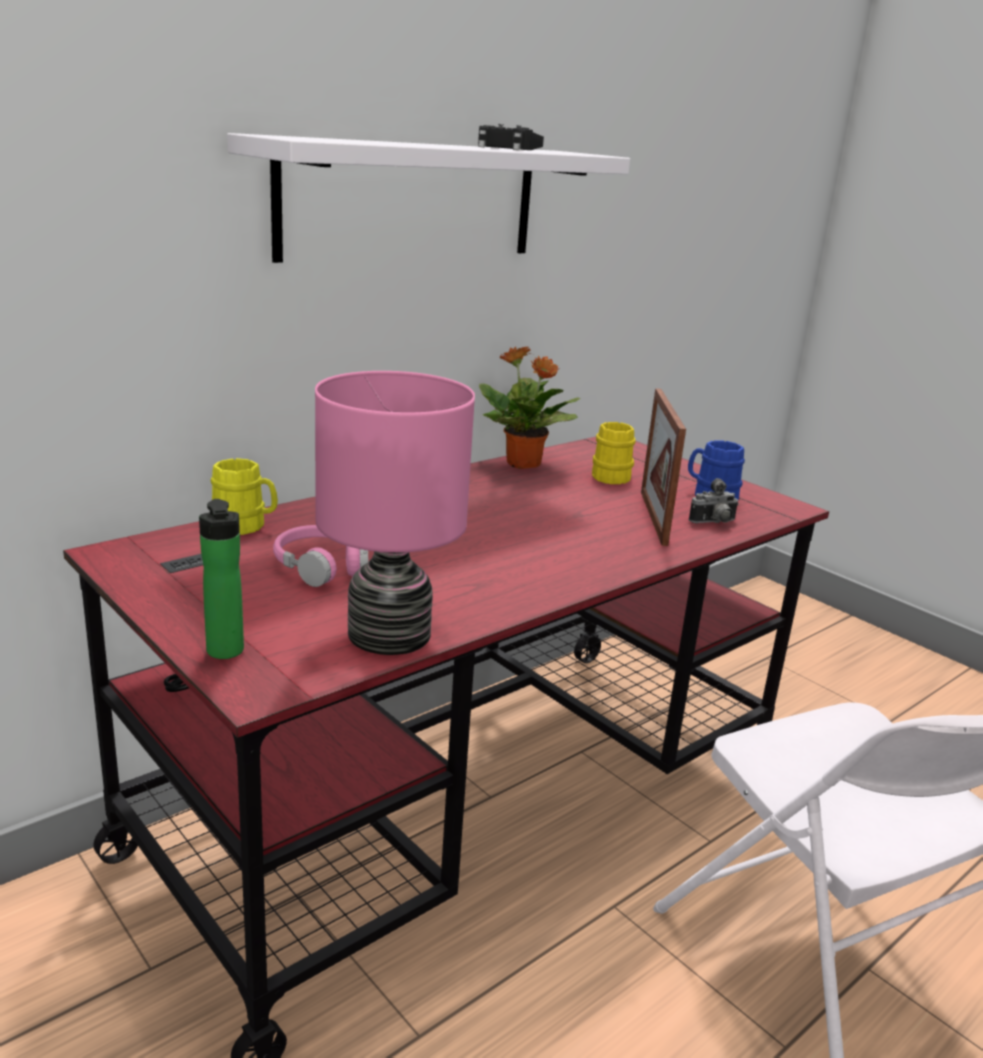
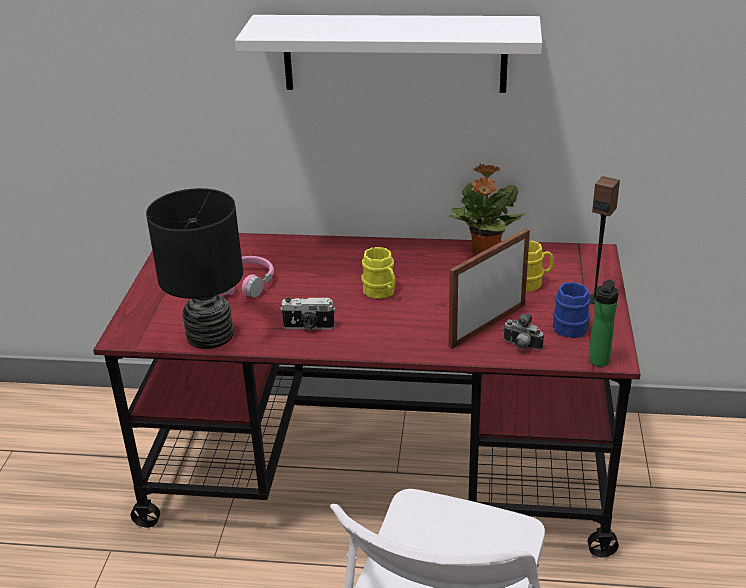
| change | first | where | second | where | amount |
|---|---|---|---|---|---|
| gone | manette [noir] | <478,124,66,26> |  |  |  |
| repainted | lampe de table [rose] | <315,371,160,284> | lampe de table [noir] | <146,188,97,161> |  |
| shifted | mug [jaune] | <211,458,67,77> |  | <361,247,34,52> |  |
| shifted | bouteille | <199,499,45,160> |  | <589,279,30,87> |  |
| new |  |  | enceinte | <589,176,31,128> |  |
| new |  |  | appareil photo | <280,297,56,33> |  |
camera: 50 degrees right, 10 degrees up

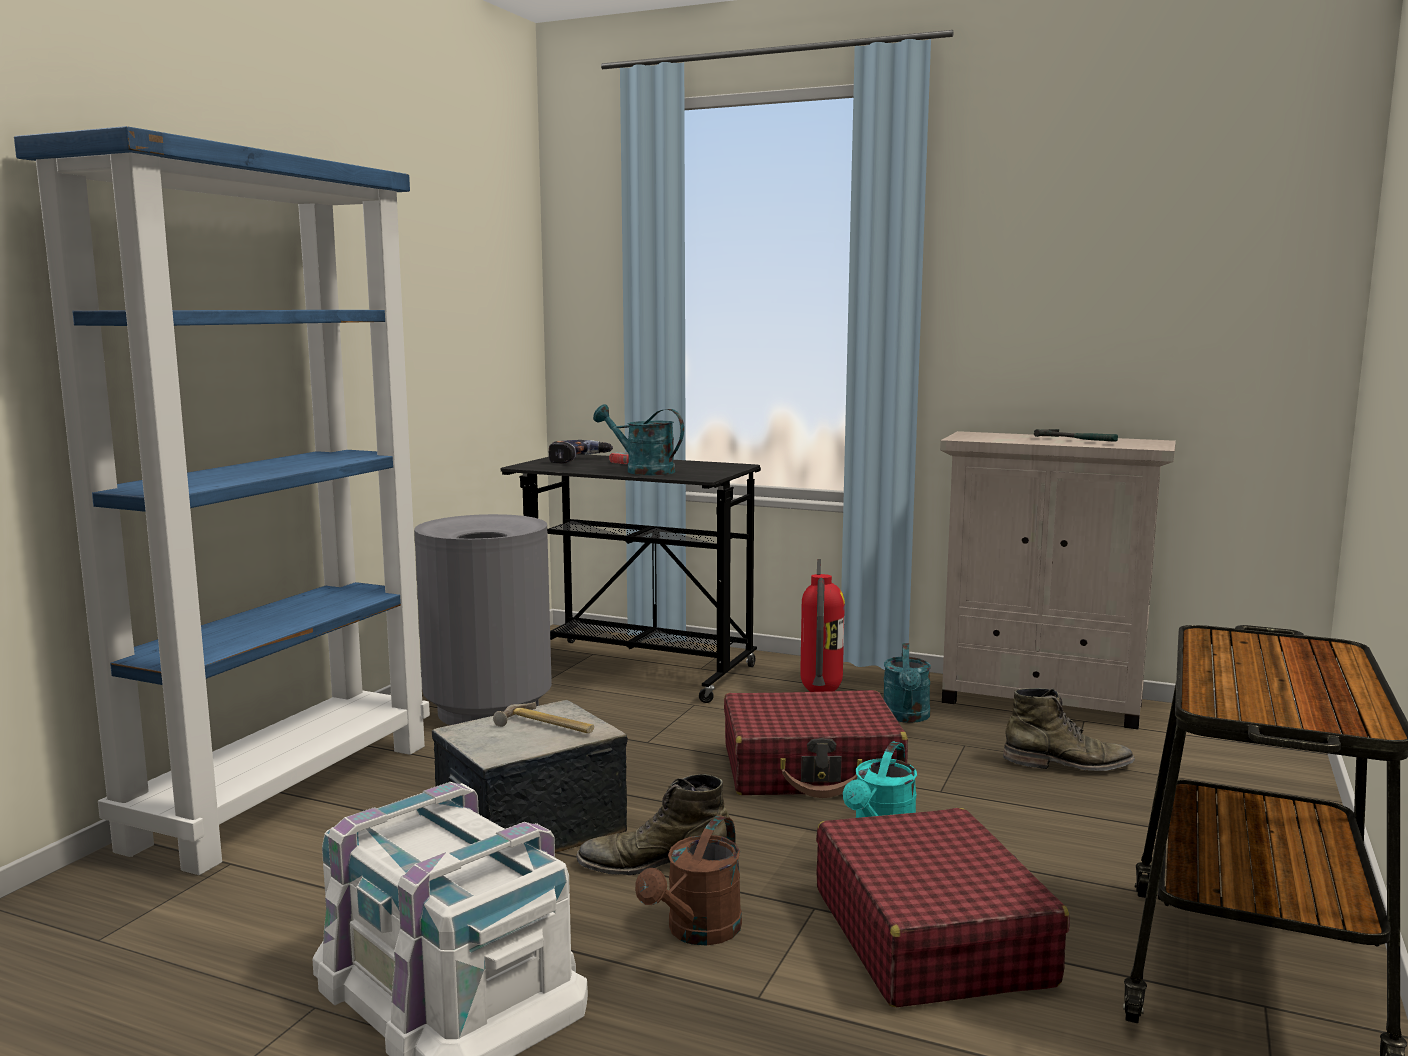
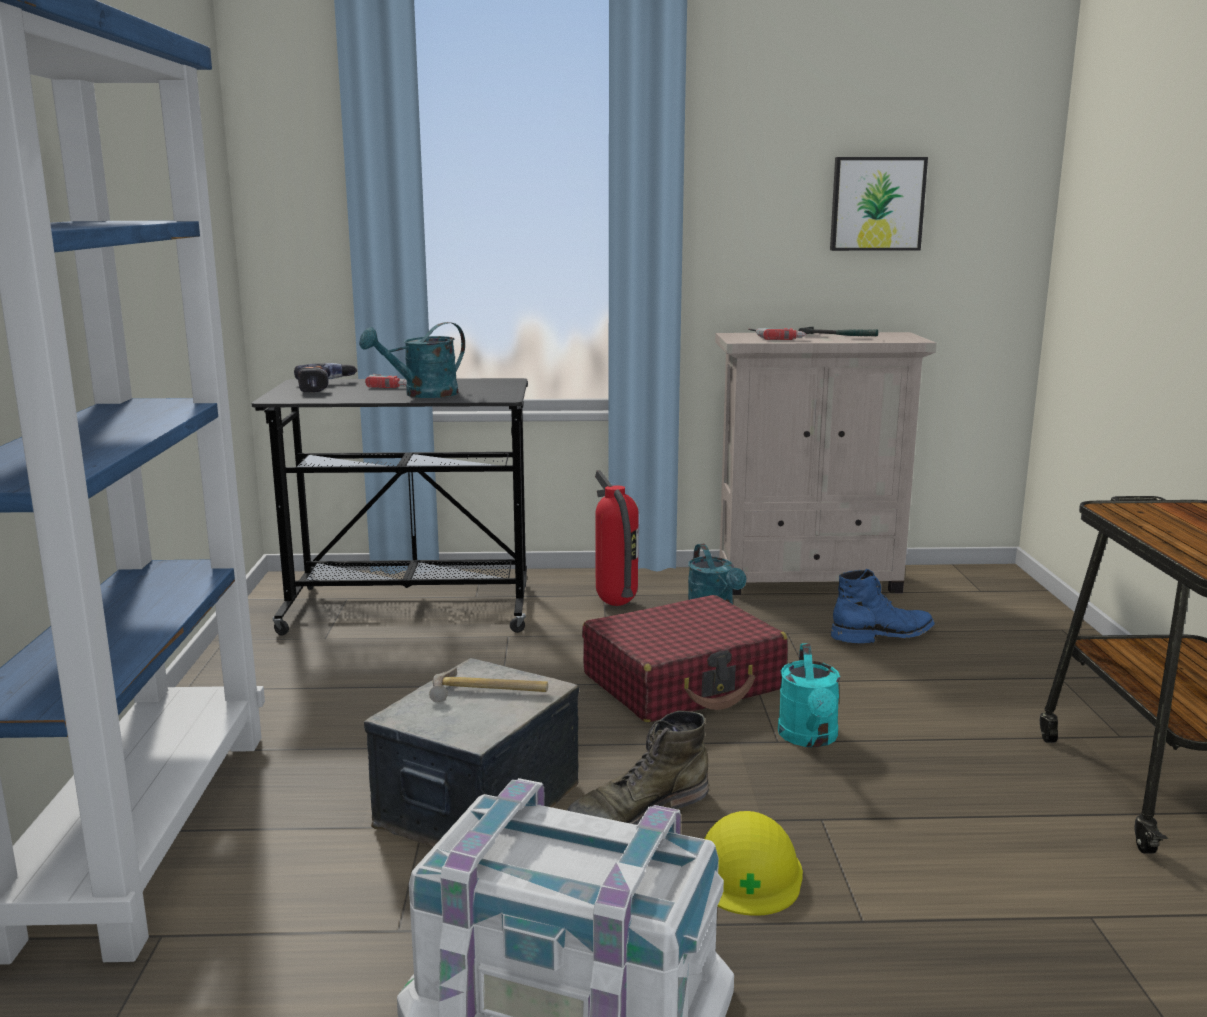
| change | first | where | second | where | amount |
|---|---|---|---|---|---|
| rotated | arrosoir [turquoise] | <593,404,91,71> |  | <359,322,106,76> | 45 degrees counterclockwise |
| gone | poubelle [gris] | <414,514,138,211> |  |  |  |
| repainted | botte [vert] | <1003,688,132,83> | botte [bleu] | <831,569,104,74> |  |
| gone | valise [rouge] | <816,808,254,199> |  |  |  |
| swapped | arrosoir [marron] | <635,815,107,130> | casque de chantier [jaune] | <704,811,99,105> |  |
| new |  |  | tableau | <830,157,98,94> |  |
| new |  |  | perceuse | <748,328,58,12> |  |
camera: 25 degrees left, 5 degrees up

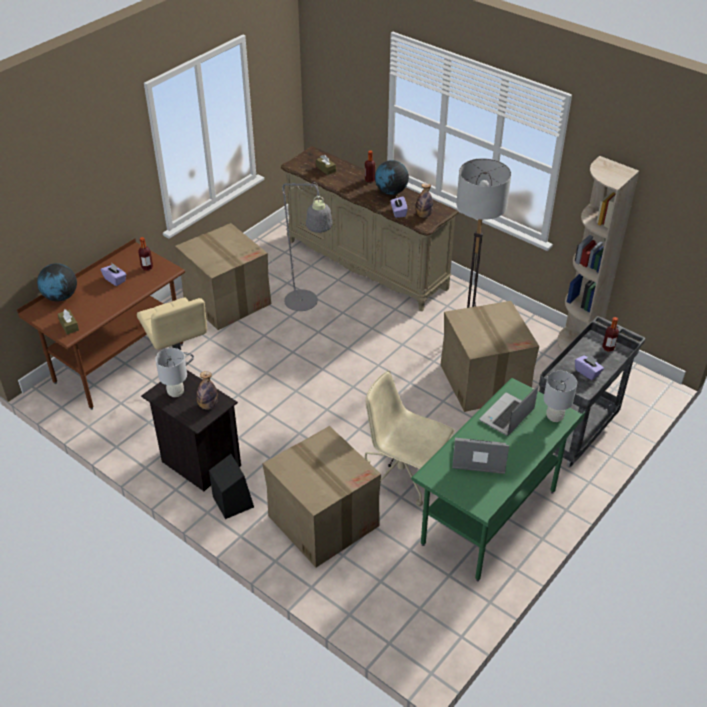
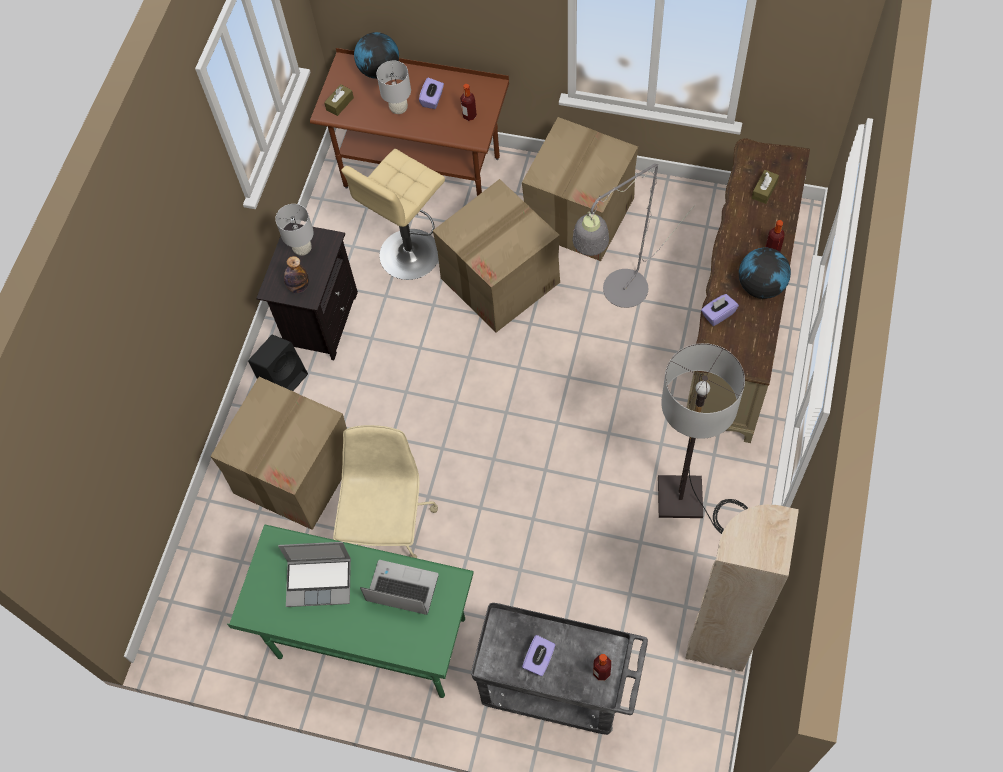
| change | first | where | second | where | amount |
|---|---|---|---|---|---|
| gone | bouteille | <415,183,18,34> |  |  |  |
| shifted | carton | <440,301,99,111> |  | <433,179,127,153> |  |
| shifted | lampe de table [gris] | <543,371,34,51> |  | <377,61,34,53> |  |
| rotated | ordinateur portable | <452,438,57,36> |  | <278,542,73,65> | 105 degrees clockwise |
camera: 70 degrees right, 20 degrees up

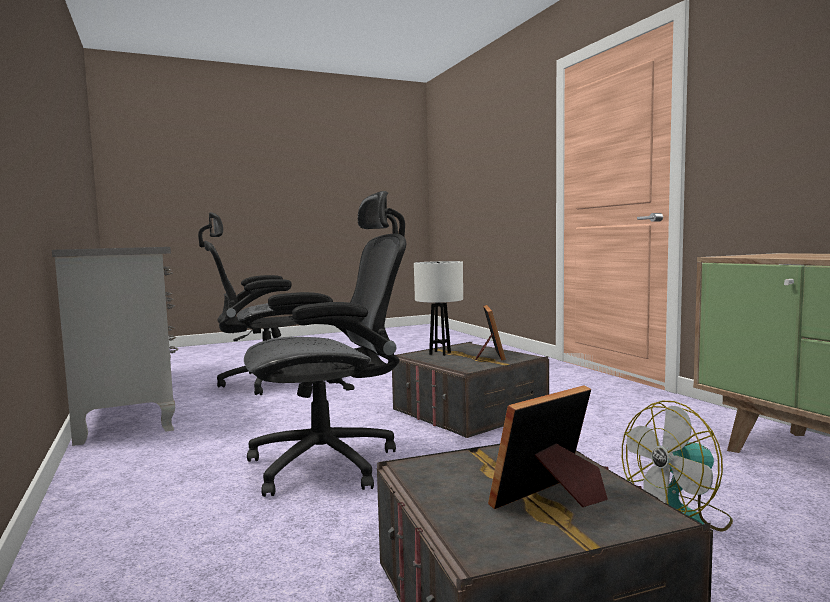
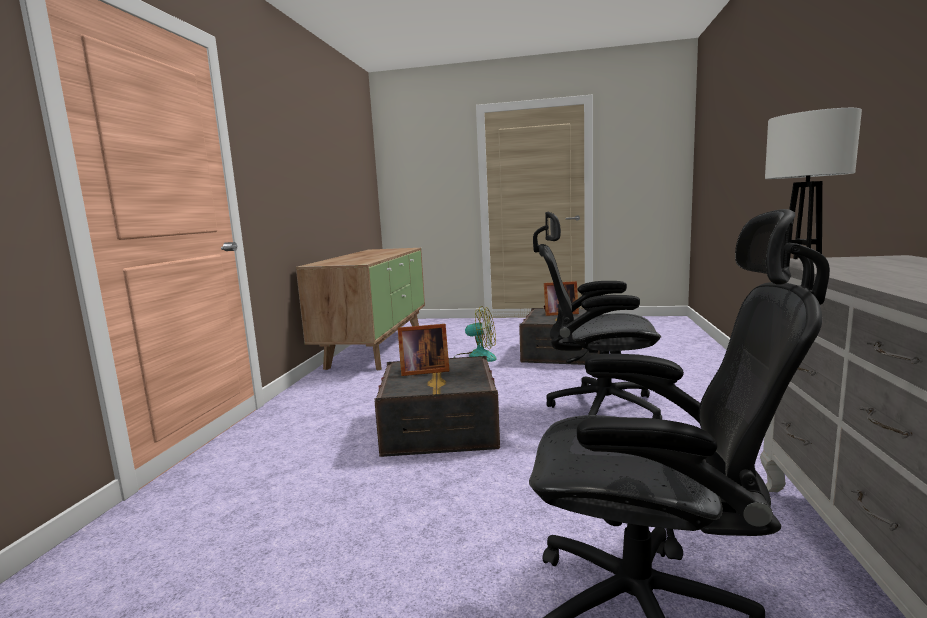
| change | first | where | second | where | amount |
|---|---|---|---|---|---|
| shifted | lampe de table [blanc] | <414,261,49,95> |  | <765,108,97,151> |  |
| rotated | cadre photo | <475,305,31,55> |  | <398,324,52,52> | 135 degrees counterclockwise |
camera: 145 degrees left, 5 degrees up

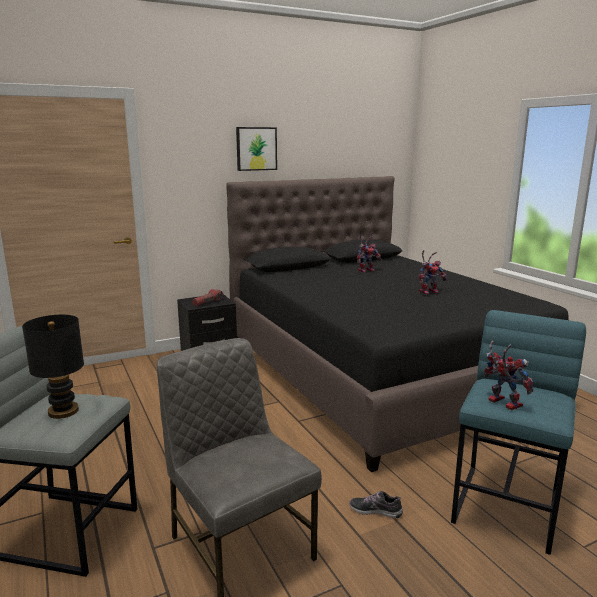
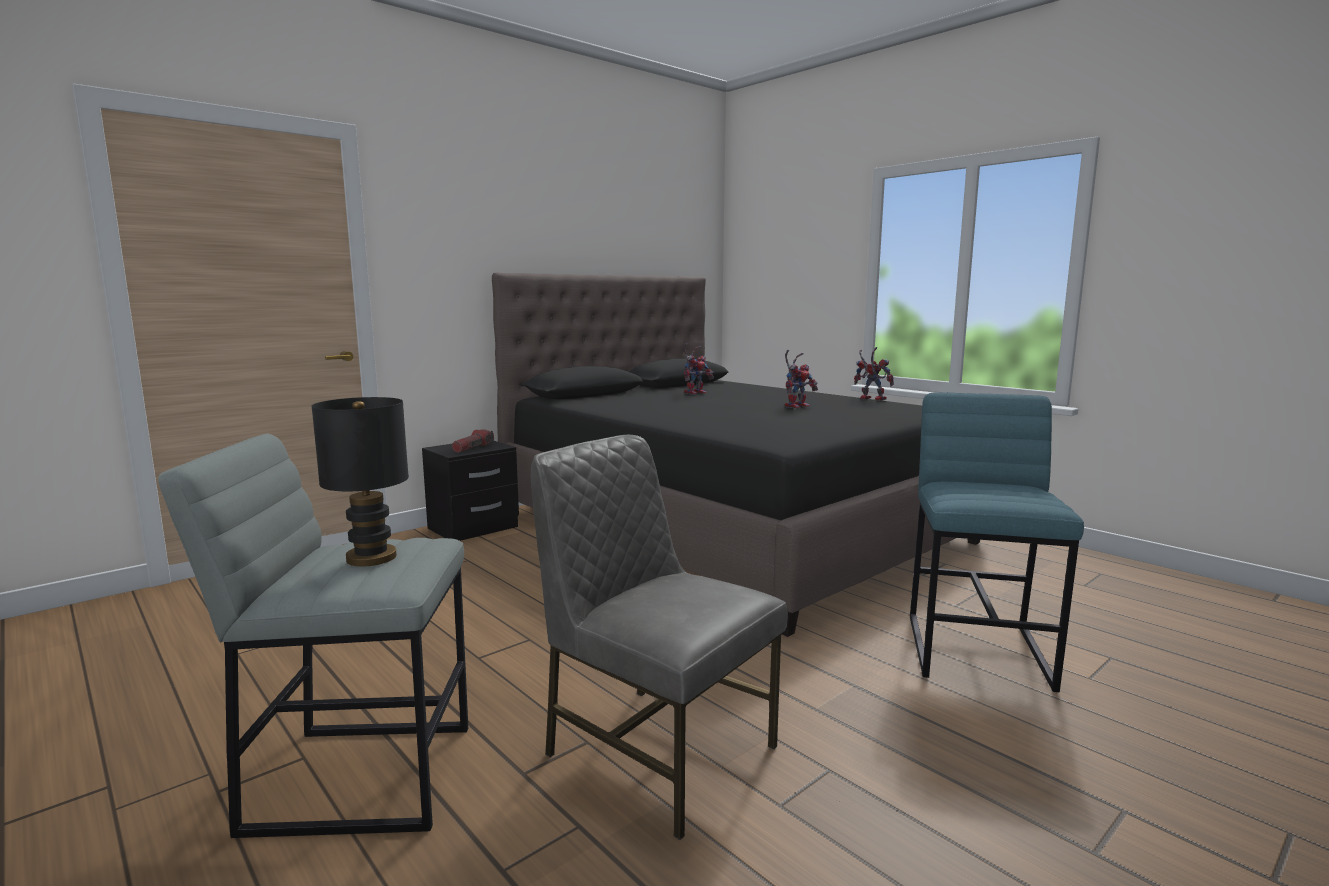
| change | first | where | second | where | amount |
|---|---|---|---|---|---|
| gone | tableau | <236,127,41,44> |  |  |  |
| shifted | robot jouet | <484,341,49,70> |  | <854,347,40,54> |  |
| gone | chaussure | <349,491,54,27> |  |  |  |
camera: 15 degrees left, 5 degrees down

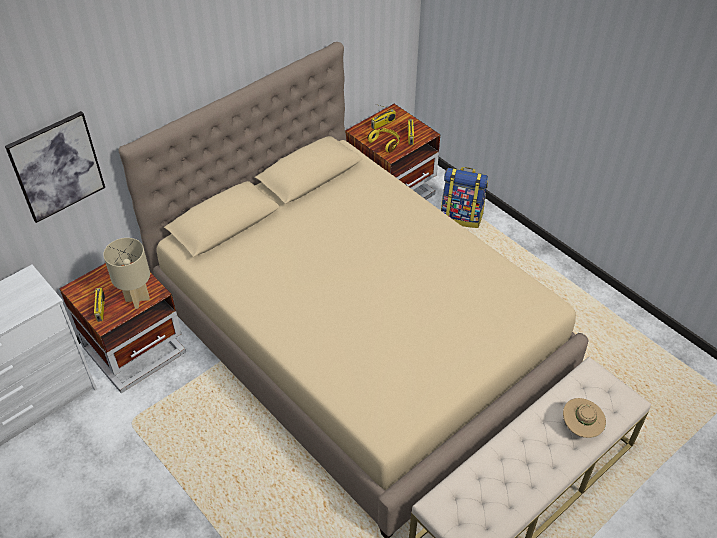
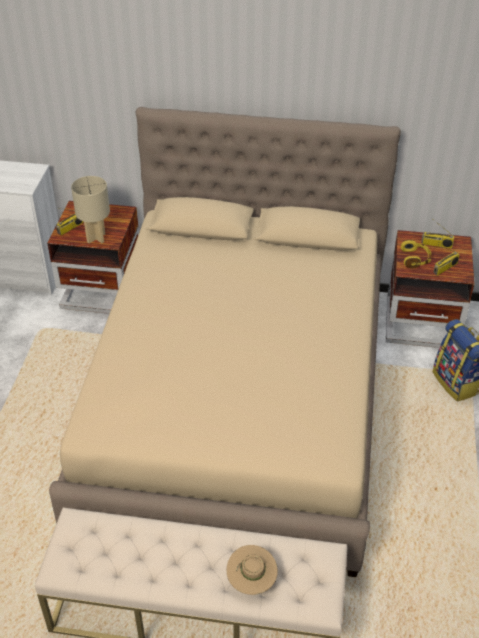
| change | first | where | second | where | amount |
|---|---|---|---|---|---|
| gone | tableau | <5,111,100,112> |  |  |  |
camera: 50 degrees right, 5 degrees down

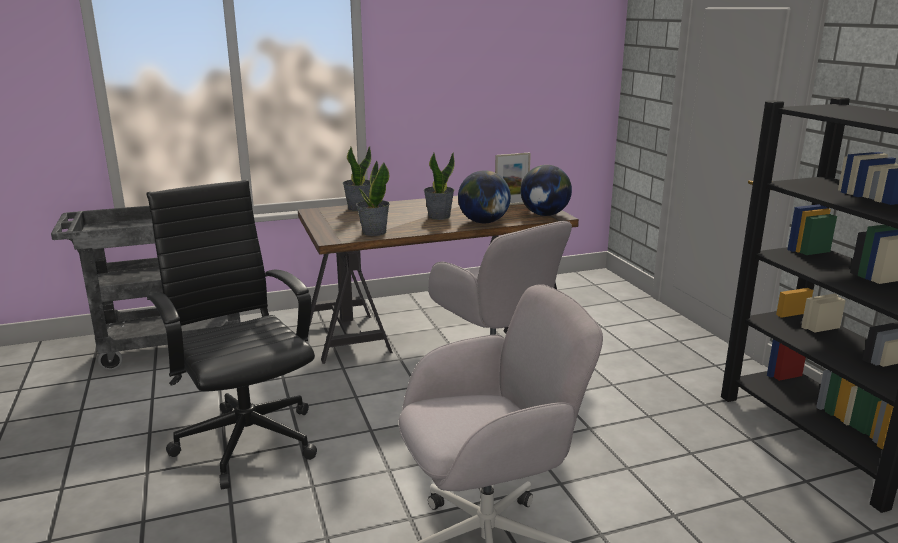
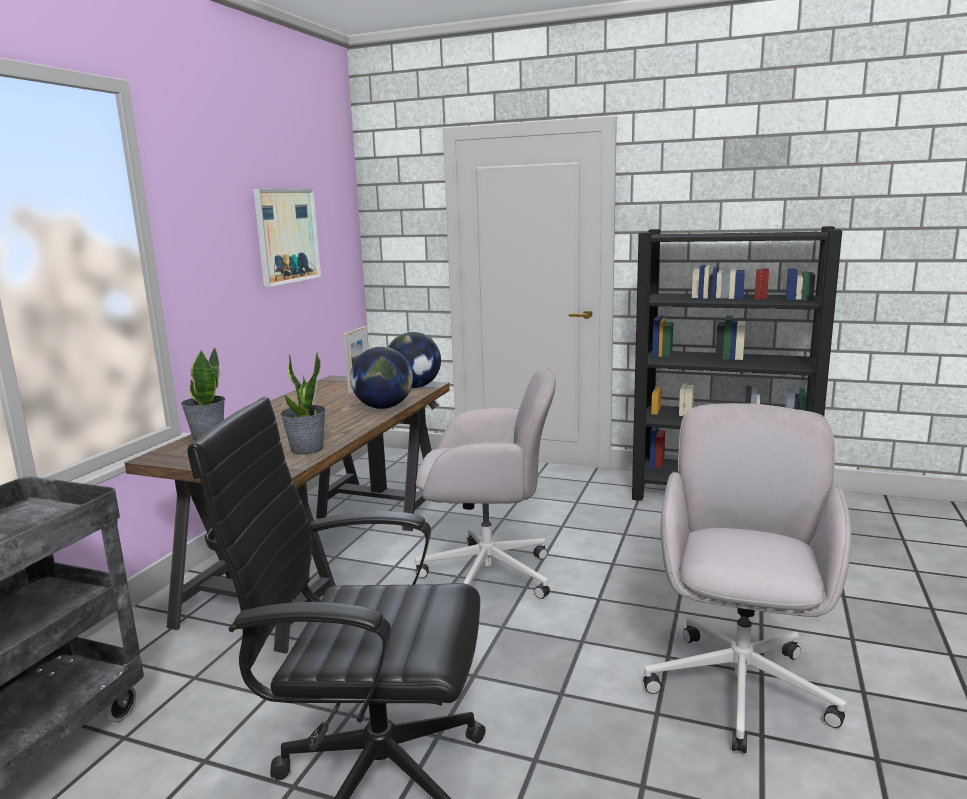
| change | first | where | second | where | amount |
|---|---|---|---|---|---|
| gone | plante en pot | <424,152,31,68> |  |  |  |
| new |  |  | tableau | <253,189,68,98> |  |
camera: 50 degrees left, 5 degrees down

